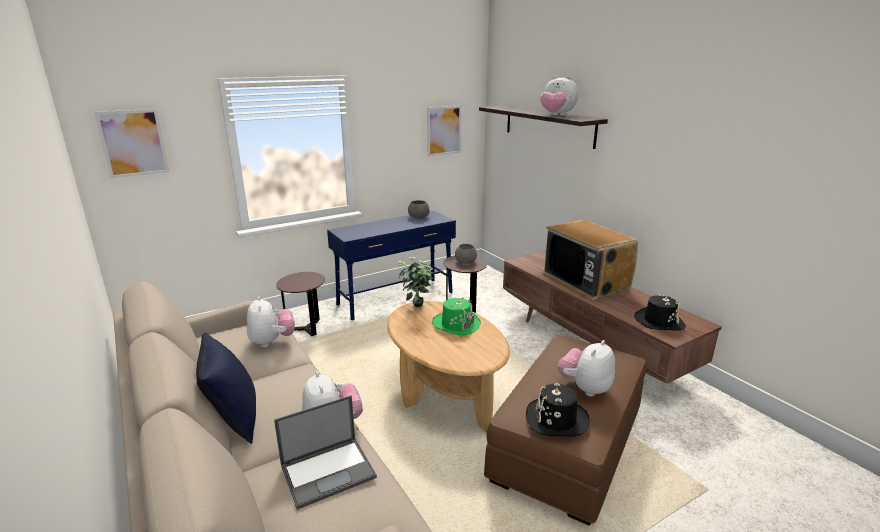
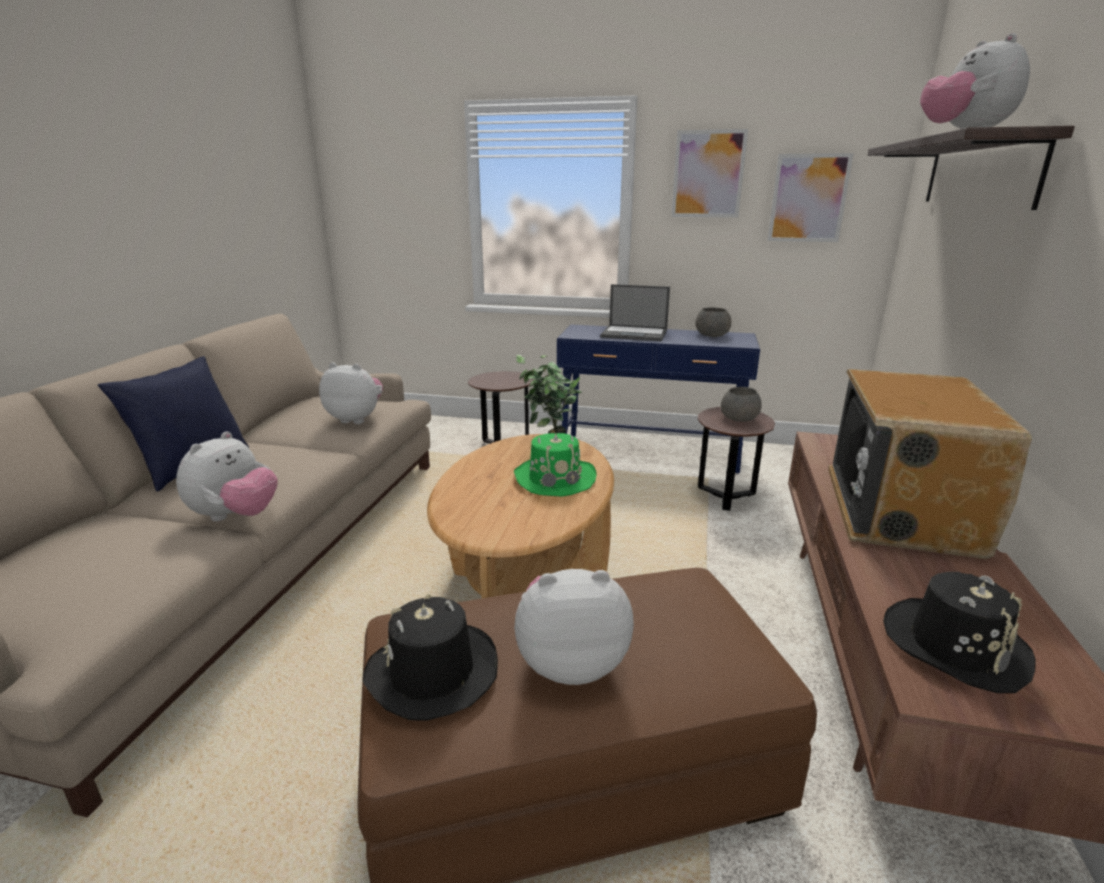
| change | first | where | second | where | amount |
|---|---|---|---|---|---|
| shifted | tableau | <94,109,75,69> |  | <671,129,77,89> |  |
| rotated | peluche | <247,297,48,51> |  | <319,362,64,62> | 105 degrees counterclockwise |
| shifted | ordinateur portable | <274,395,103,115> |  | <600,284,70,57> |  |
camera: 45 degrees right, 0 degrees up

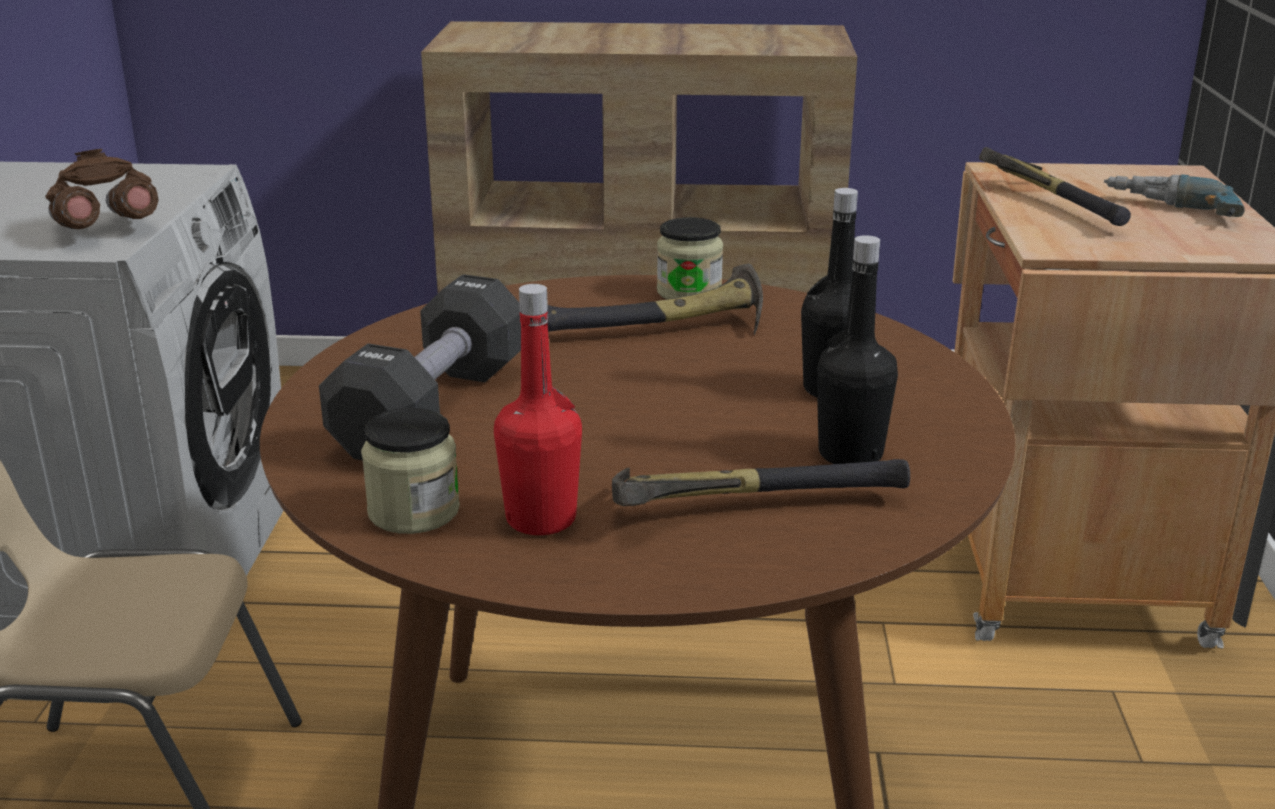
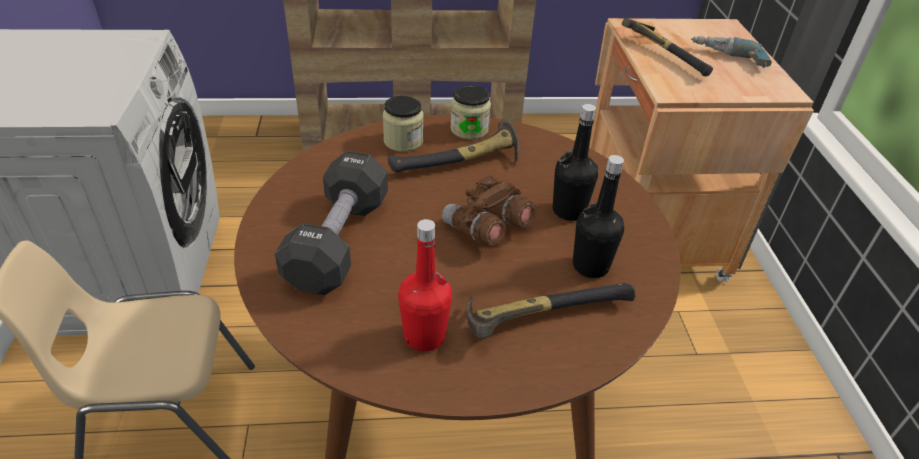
| change | first | where | second | where | amount |
|---|---|---|---|---|---|
| shifted | jumelles [marron] | <45,149,114,80> |  | <442,175,94,71> |  |
| shifted | bocal | <361,408,99,126> |  | <383,96,40,56> |  |
camera: 10 degrees left, 15 degrees up

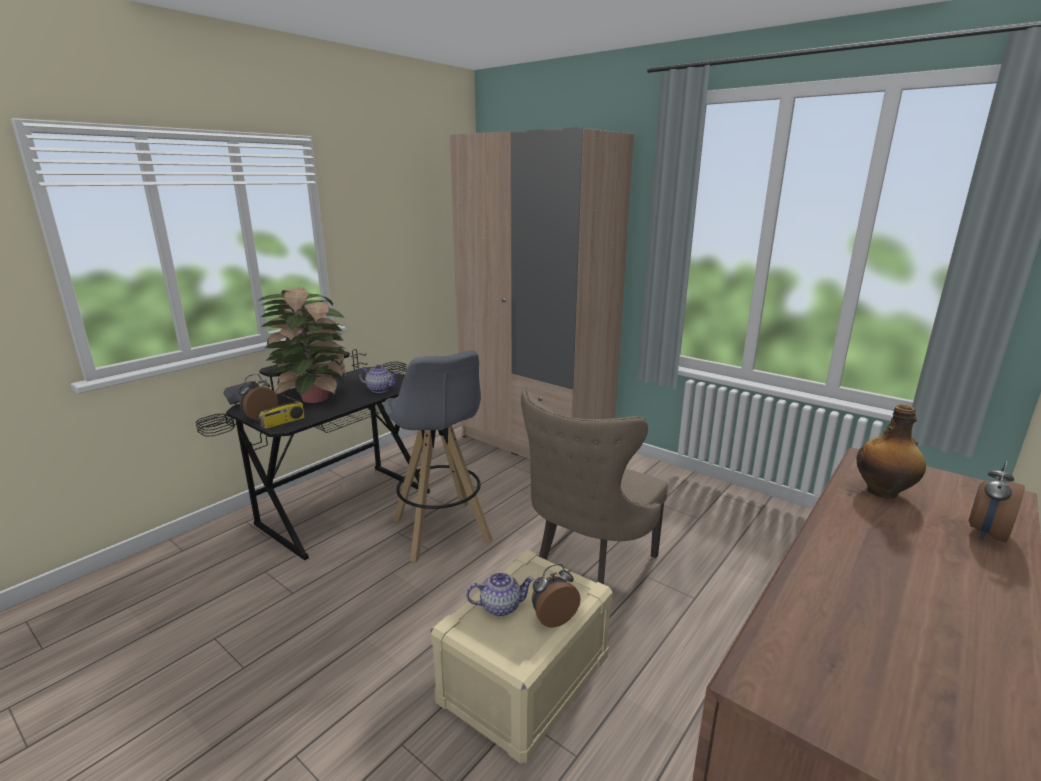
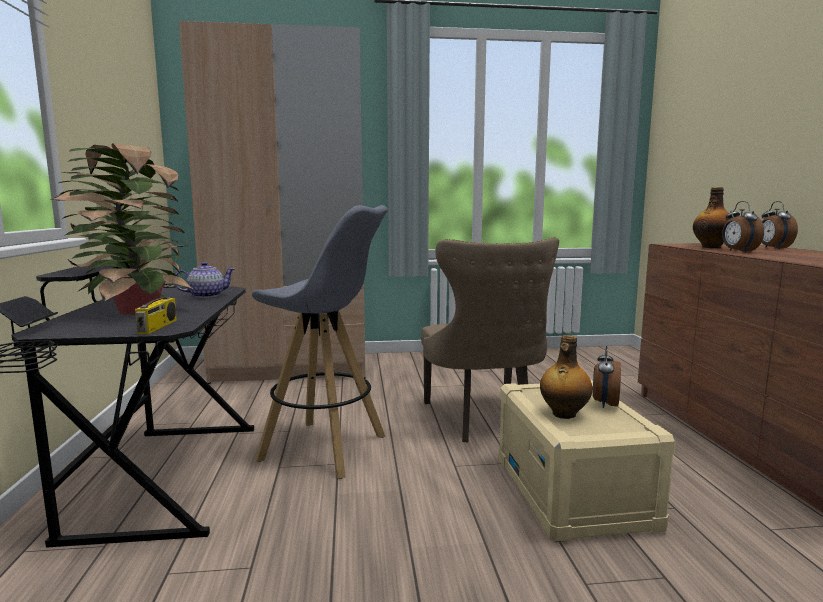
| change | first | where | second | where | amount |
|---|---|---|---|---|---|
| shifted | réveil | <238,374,40,47> |  | <722,201,42,52> |  |
| swapped | théière | <466,572,68,44> | bouteille | <540,335,53,84> |  |
camera: 45 degrees left, 10 degrees down

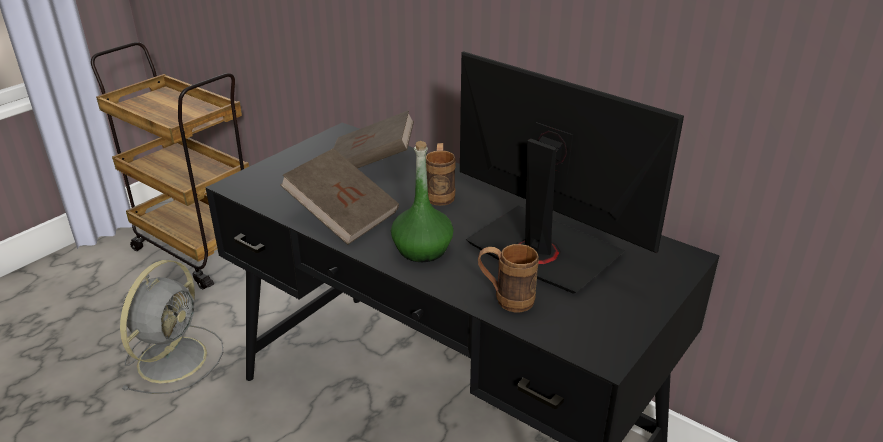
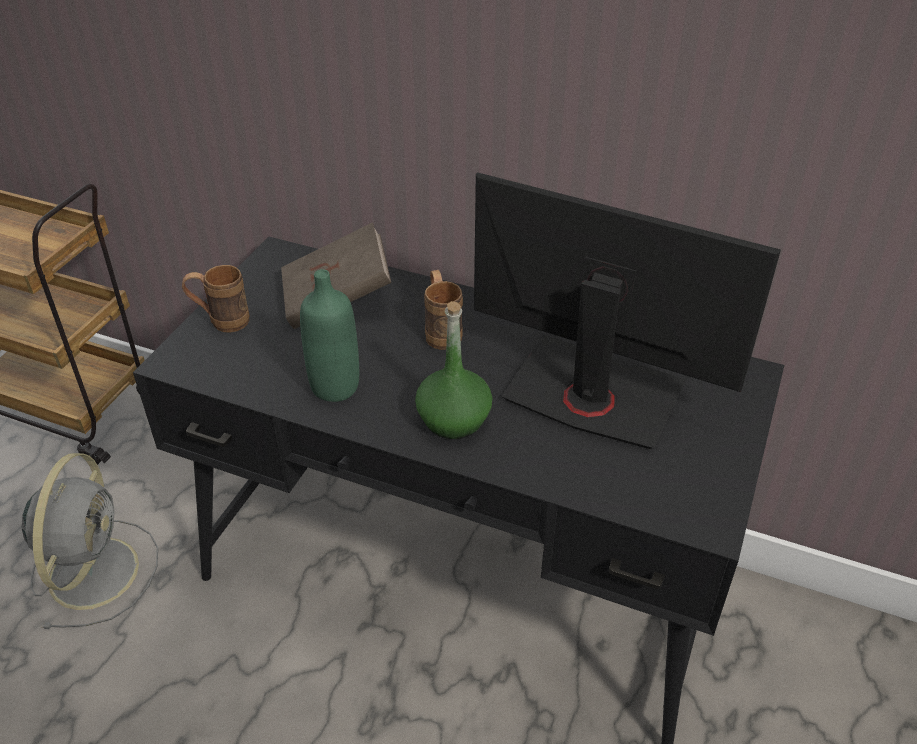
| change | first | where | second | where | amount |
|---|---|---|---|---|---|
| swapped | livre [marron] | <280,148,119,97> | bouteille [vert] | <300,269,59,133> |  |
| shifted | mug [marron] | <478,244,61,68> |  | <182,265,68,68> |  |
camera: 15 degrees left, 10 degrees up

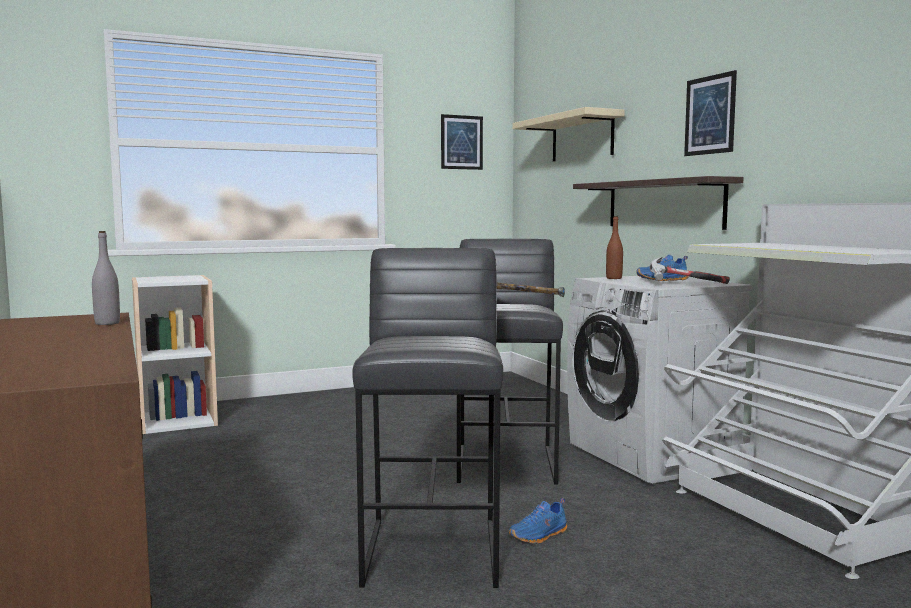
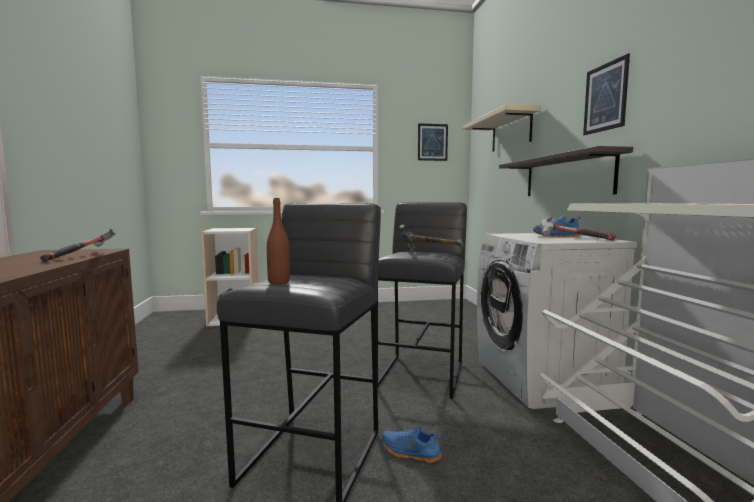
| change | first | where | second | where | amount |
|---|---|---|---|---|---|
| shifted | bouteille [marron] | <606,216,17,63> |  | <267,198,23,86> |  |
| swapped | bouteille [gris] | <92,231,28,94> | marteau | <40,228,76,34> |  |
| rotated | chaussure [bleu] | <509,498,58,46> |  | <382,426,60,37> | 45 degrees clockwise |
camera: 15 degrees right, 0 degrees up

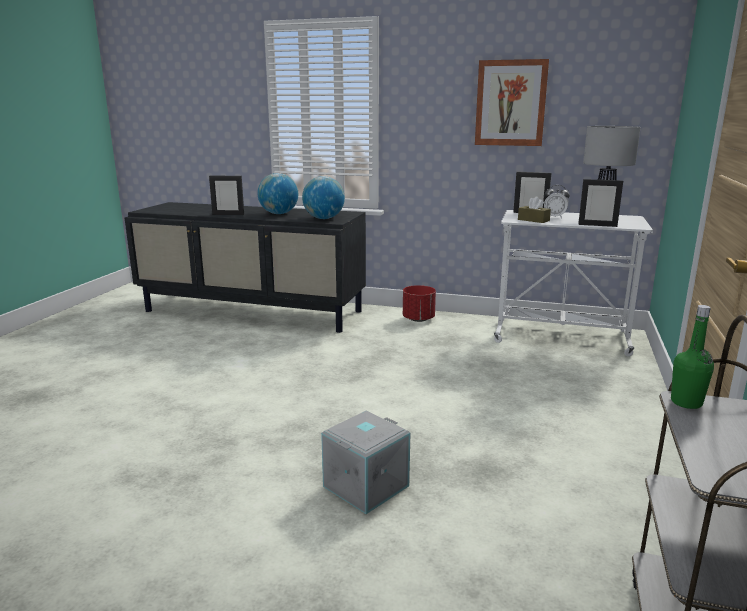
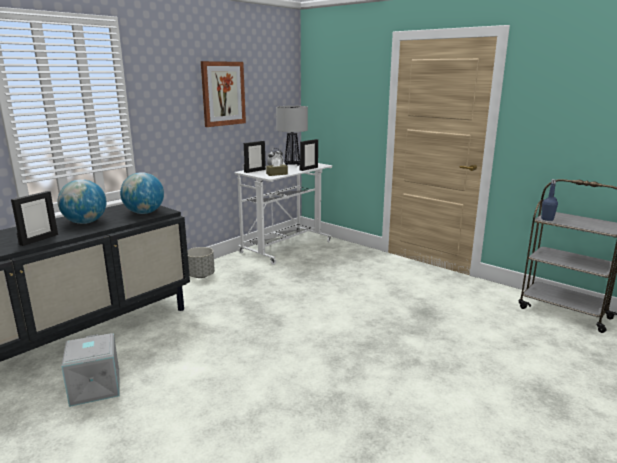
| change | first | where | second | where | amount |
|---|---|---|---|---|---|
| repainted | cache-pot [rouge] | <403,285,33,37> | cache-pot [gris] | <187,247,28,31> |  |
| repainted | bouteille [vert] | <671,305,43,104> | bouteille [bleu] | <541,179,17,42> |  |
| shifted | boîte de rangement [gris] | <321,411,89,103> |  | <61,333,59,74> |  |
camera: 65 degrees left, 0 degrees up

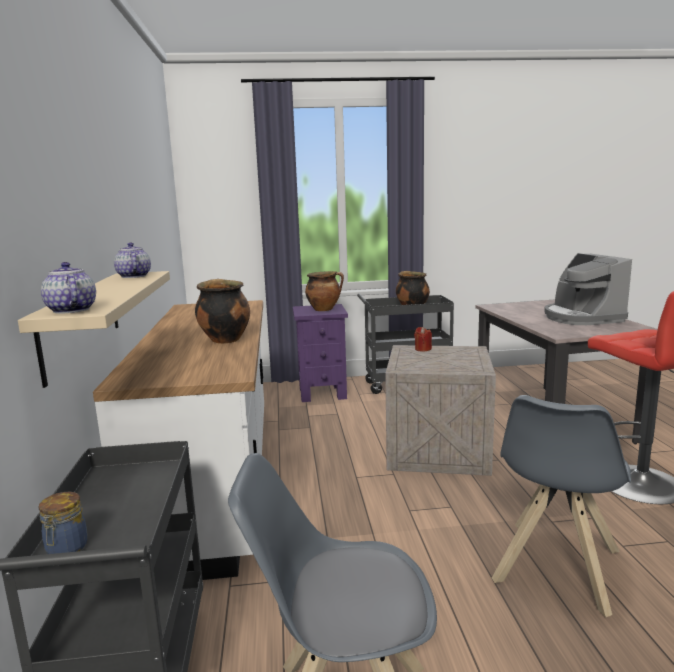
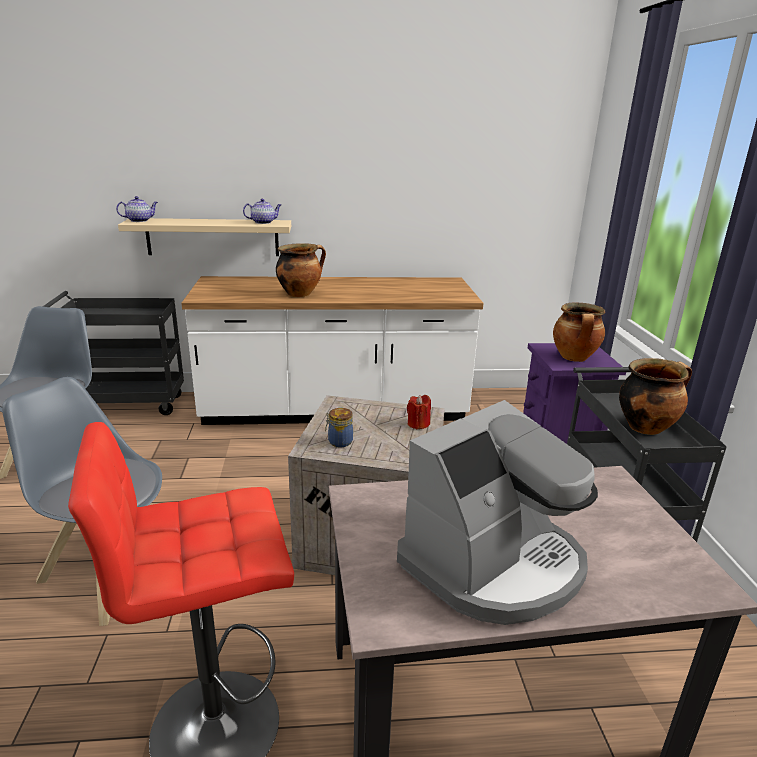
| change | first | where | second | where | amount |
|---|---|---|---|---|---|
| rotated | machine à café | <544,253,88,72> |  | <397,400,201,225> | 150 degrees clockwise |
| shifted | bocal | <39,492,49,62> |  | <325,408,28,39> |  |
camera: 90 degrees right, 10 degrees up

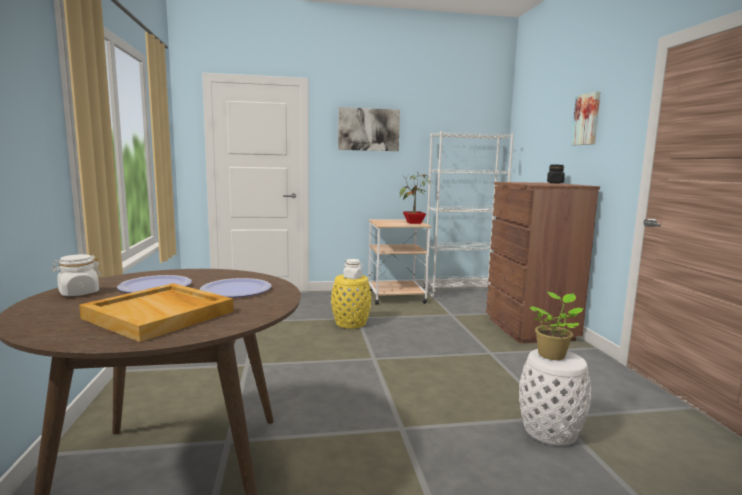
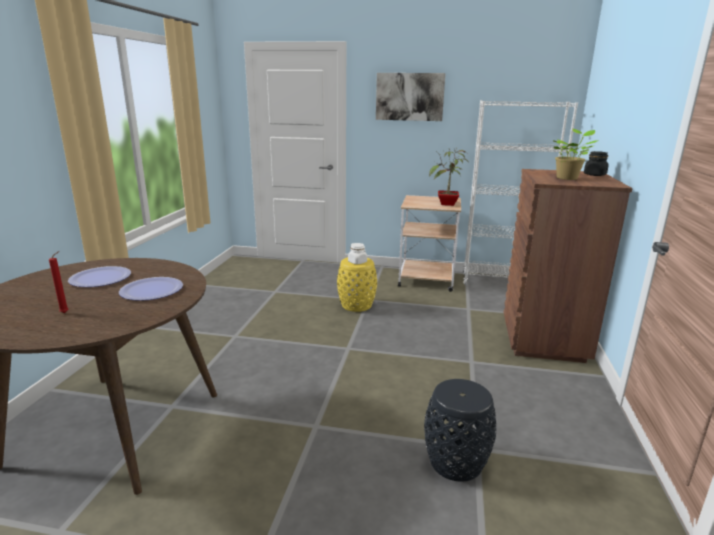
| change | first | where | second | where | amount |
|---|---|---|---|---|---|
| gone | tableau | <571,91,29,54> |  |  |  |
| gone | bocal [blanc] | <51,254,51,42> |  |  |  |
| swapped | plateau [beige] | <79,283,155,59> | bougie [rouge] | <49,251,19,62> |  |
| shifted | plante en pot | <530,292,54,68> |  | <553,129,46,51> |  |
| repainted | tabouret [blanc] | <519,349,72,97> | tabouret [noir] | <424,379,72,103> |  |
camera: 20 degrees right, 10 degrees up

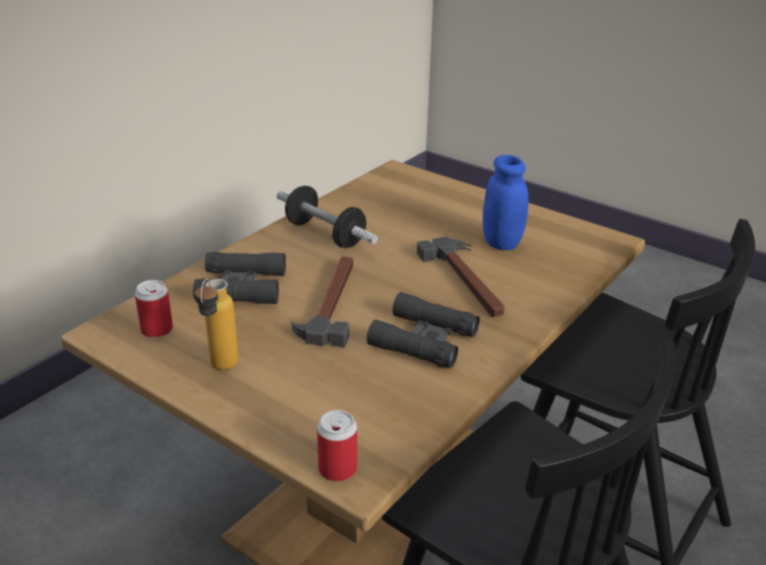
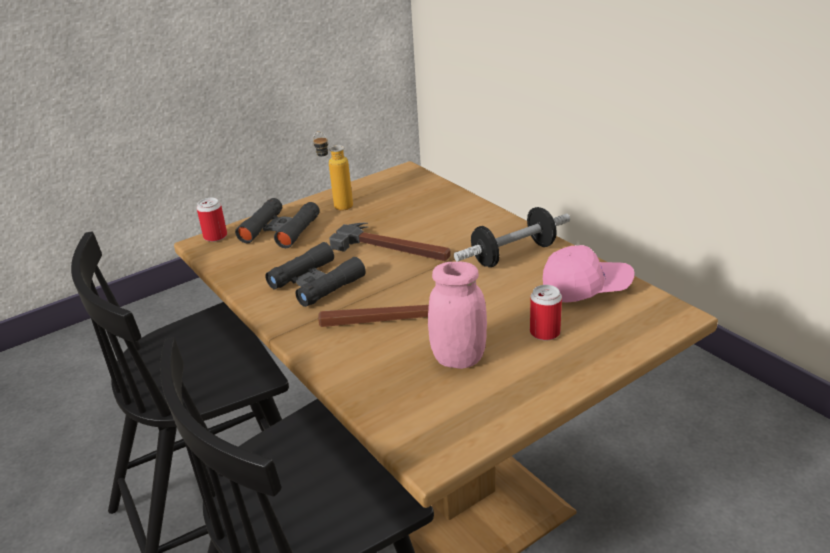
| change | first | where | second | where | amount |
|---|---|---|---|---|---|
| repainted | bocal [bleu] | <483,155,46,95> | bocal [rose] | <428,261,59,108> |  |
| shifted | jumelles [noir] | <193,251,93,53> |  | <235,198,85,50> |  |
| shifted | boîte métallique | <135,280,38,58> |  | <530,285,32,56> |  |
| new |  |  | casquette [rose] | <543,245,92,57> |  |
camera: 110 degrees right, 0 degrees up

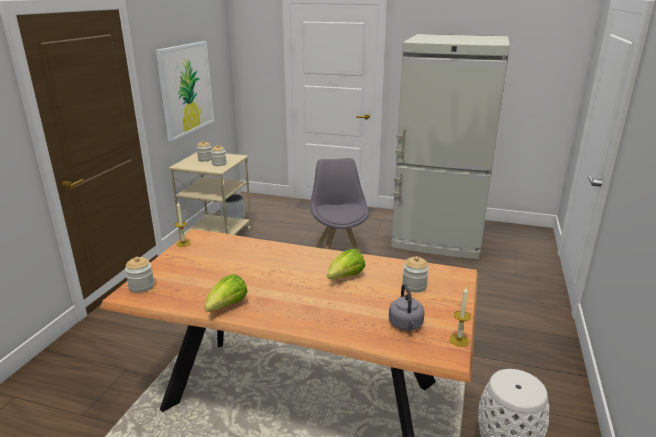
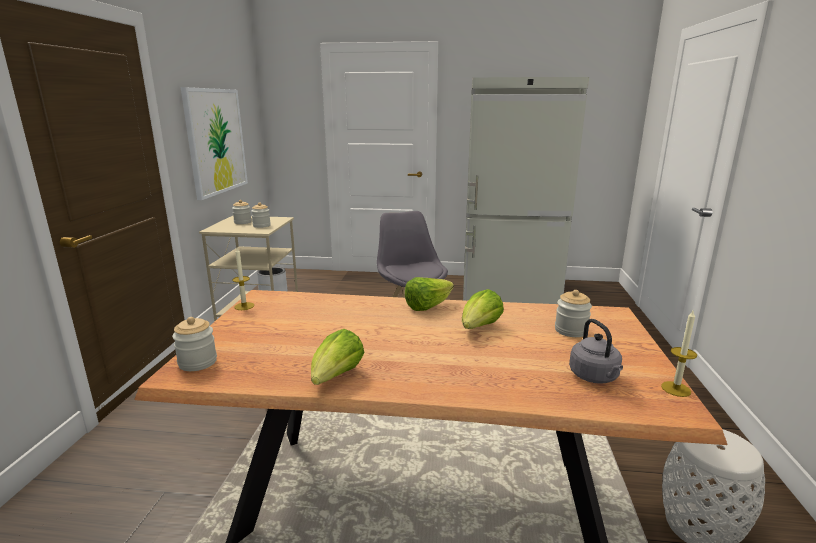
| change | first | where | second | where | amount |
|---|---|---|---|---|---|
| new |  |  | laitue | <405,277,49,34> |  |
camera: 10 degrees left, 5 degrees down

